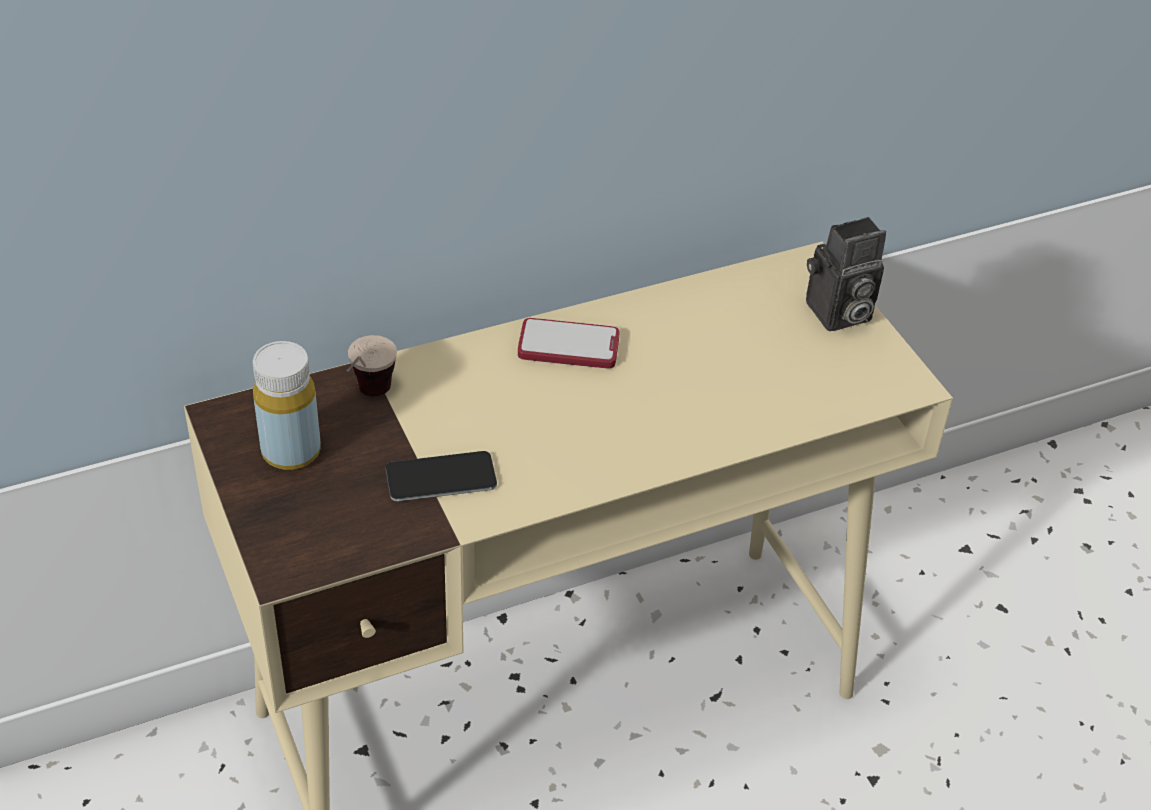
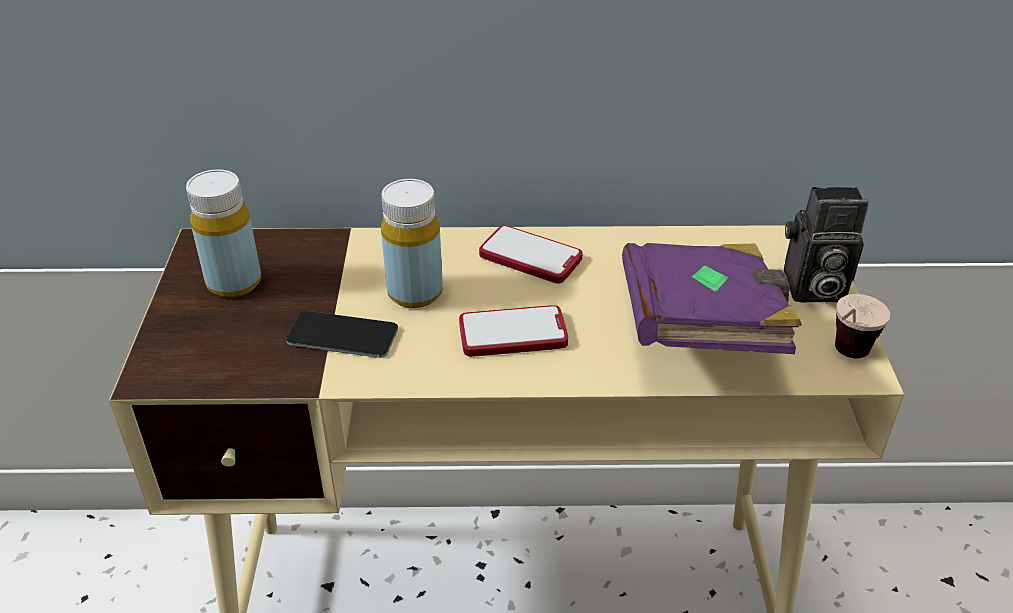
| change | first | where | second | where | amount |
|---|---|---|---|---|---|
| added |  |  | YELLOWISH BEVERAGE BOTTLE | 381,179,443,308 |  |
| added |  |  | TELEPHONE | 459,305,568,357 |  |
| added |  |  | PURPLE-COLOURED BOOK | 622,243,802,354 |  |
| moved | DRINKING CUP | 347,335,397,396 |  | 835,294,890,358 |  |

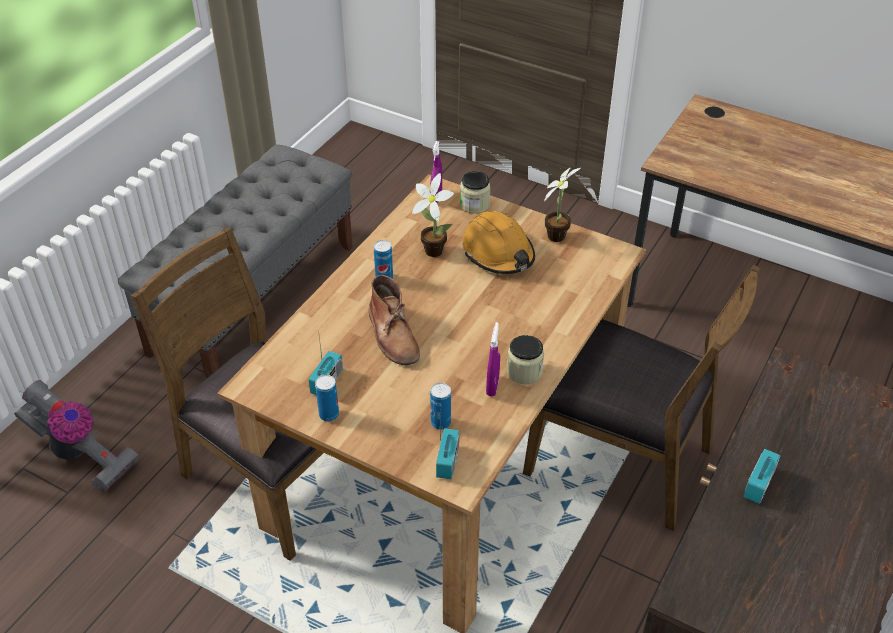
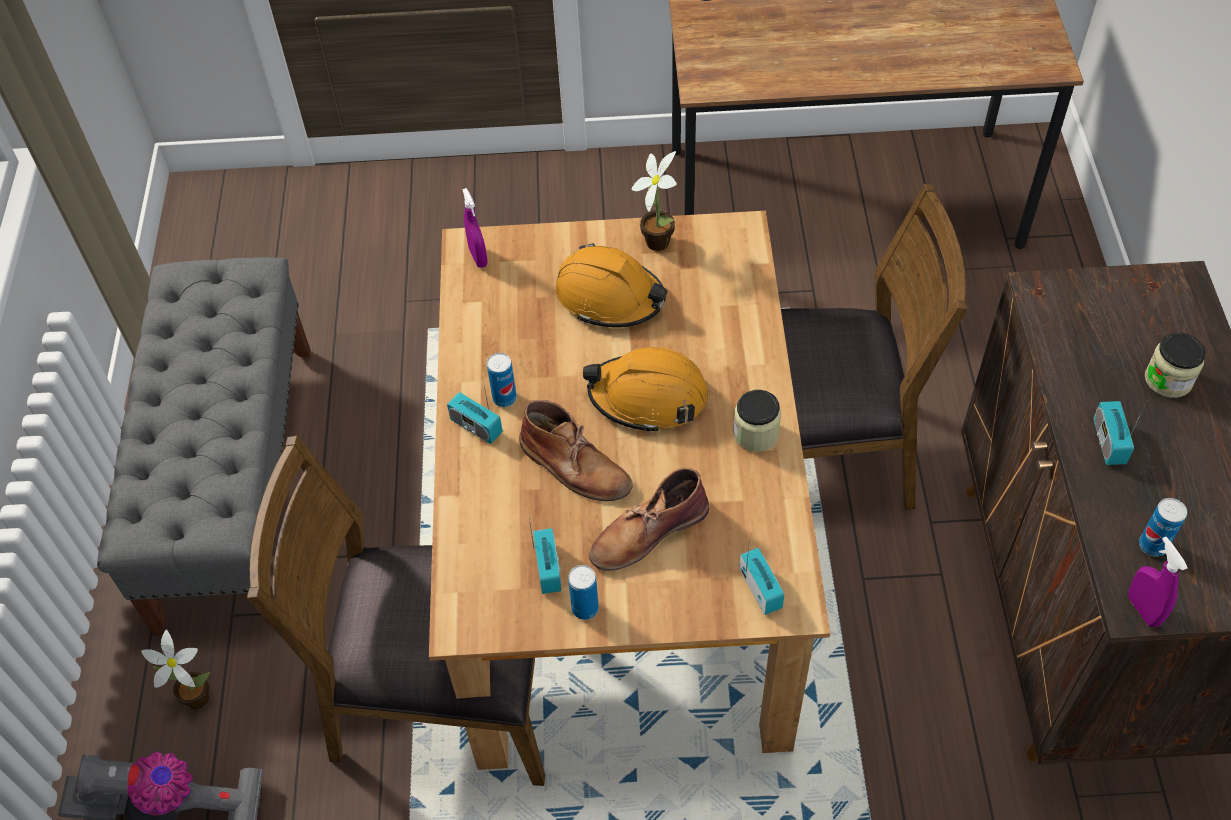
| change | first | where | second | where | amount |
|---|---|---|---|---|---|
| added |  |  | RADIO RECEIVER | 447,376,503,444 |  |
| added |  |  | ORANGEY SAFETY HELMET | 583,347,708,433 |  |
| added |  |  | BROWNISH BOOT | 589,468,709,571 |  |
| moved | PLANT IN A POT | 412,173,454,257 |  | 141,630,210,709 |  |
| moved | SEALED CAN | 430,383,451,430 |  | 1139,498,1187,557 |  |
| moved | PRESERVE JAR | 460,171,491,214 |  | 1145,333,1206,398 |  |
| moved | PURPLE-COLOURED SPRAYER | 486,322,500,397 |  | 1128,537,1188,628 |  |

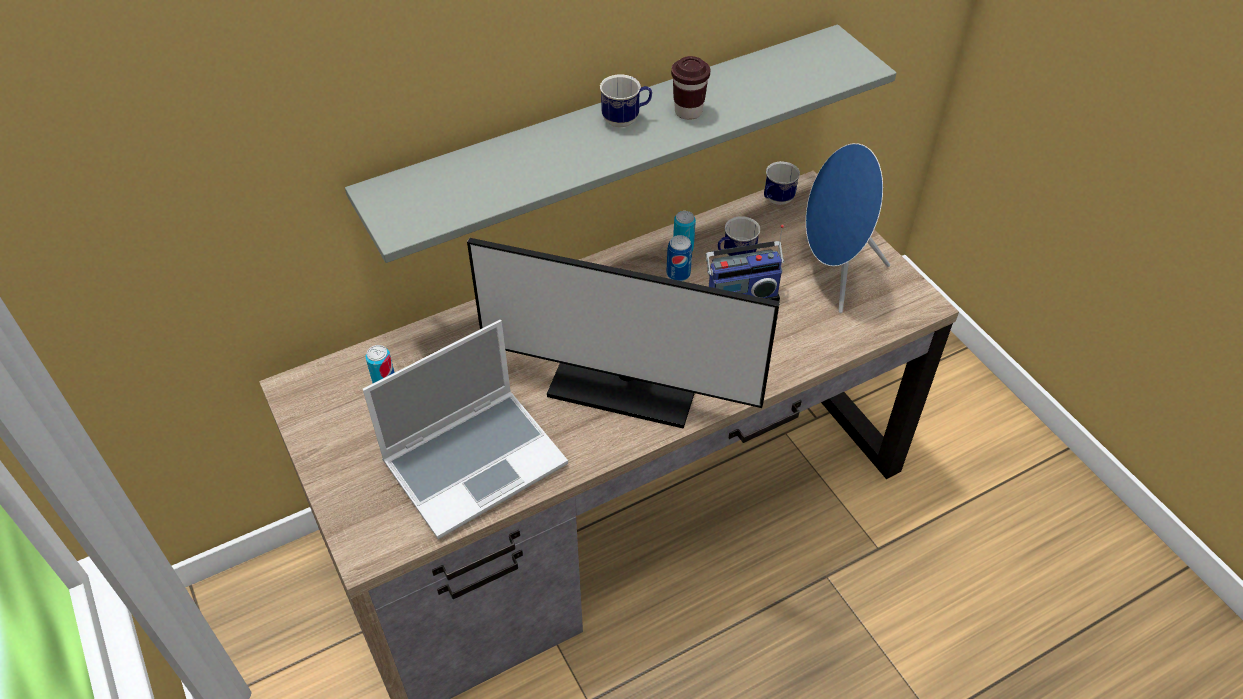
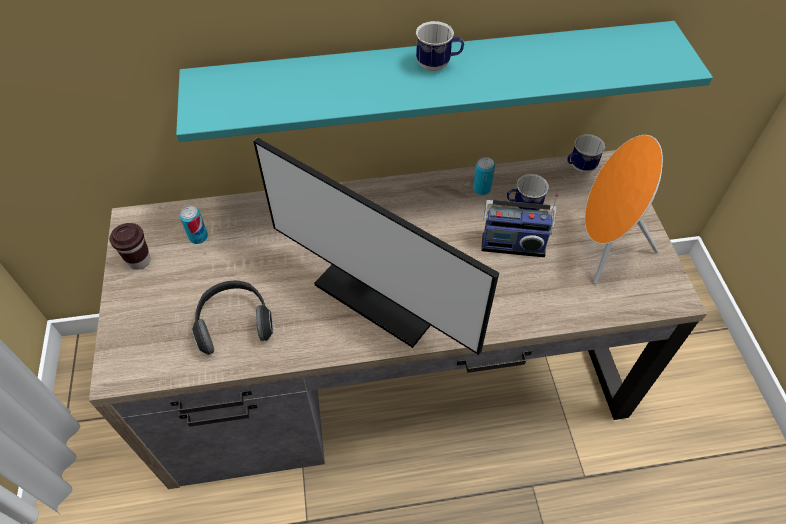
| change | first | where | second | where | amount |
|---|---|---|---|---|---|
| removed | SEALED CAN | 666,235,692,281 |  |  |  |
| moved | BROWNISH DRINKING CUP | 671,56,710,120 |  | 109,223,151,270 |  |
| replaced | PORTABLE COMPUTER | 363,320,568,539 | HEADSET | 192,281,273,355 |  |
| recoloured | GREYISH WALL SHELF | 345,25,897,263 | TURQUOISE-COLOURED WALL SHELF | 176,21,713,142 |  |
| recoloured | BLUISH SPEAKER | 806,143,890,313 | ORANGEY SPEAKER | 585,135,663,284 |  |

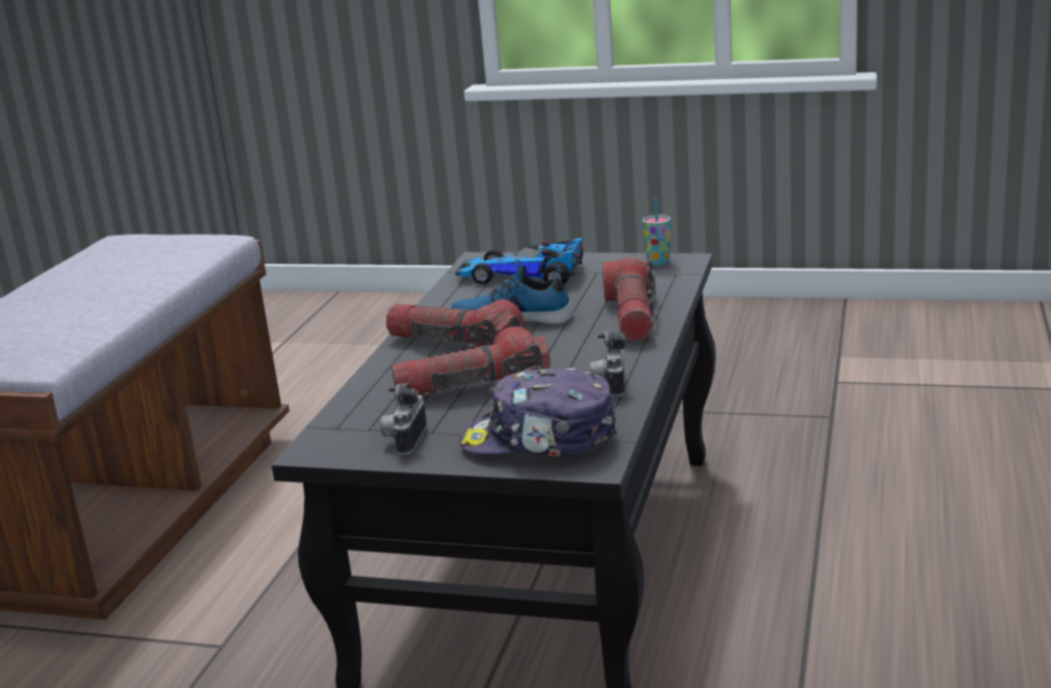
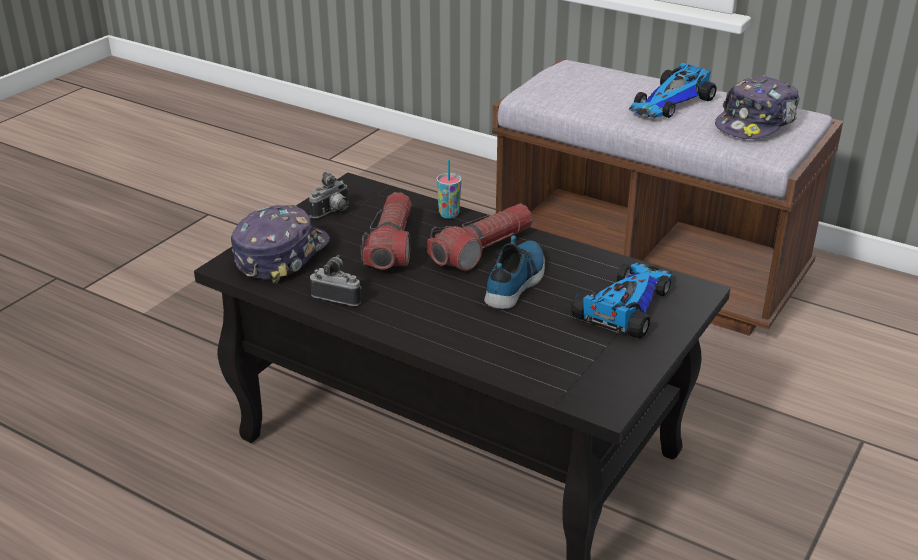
| change | first | where | second | where | amount |
|---|---|---|---|---|---|
| removed | TORCH | 602,257,655,341 |  |  |  |
| added |  |  | TOY CAR | 629,63,716,118 |  |
| added |  |  | CAP | 715,75,799,139 |  |
| moved | DRINKING CUP | 643,197,671,265 |  | 436,160,462,219 |  |
| turned | STILL CAMERA | 380,383,427,455 |  | 309,172,349,218 | 105 degrees clockwise |

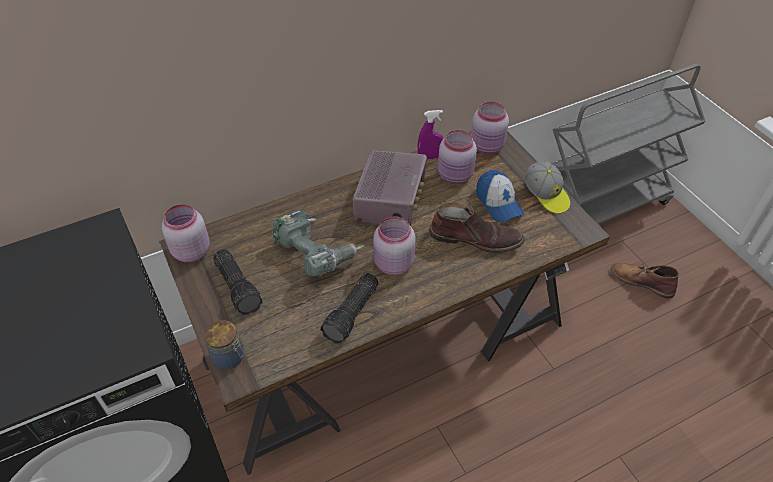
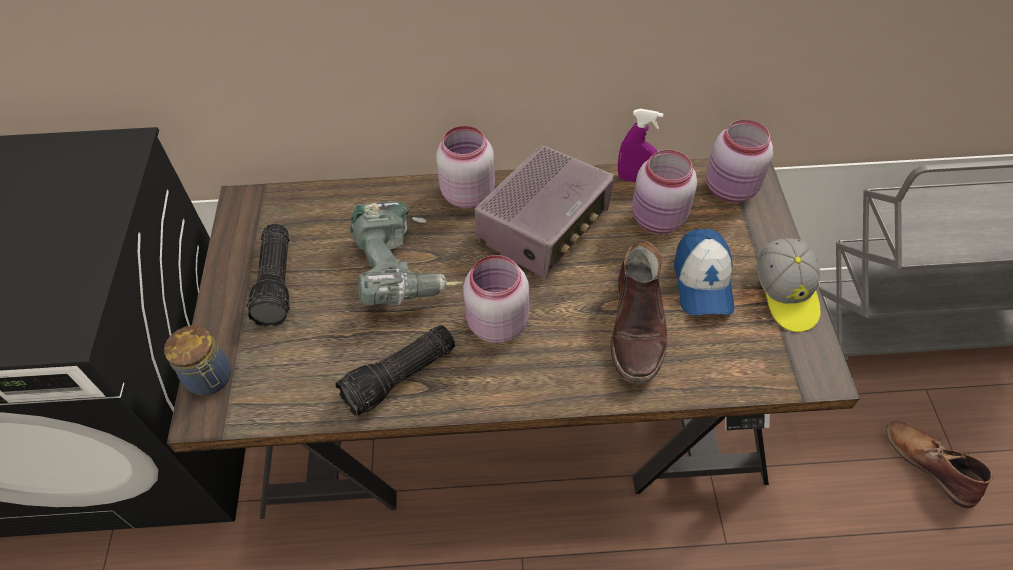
| change | first | where | second | where | amount |
|---|---|---|---|---|---|
| moved | PINKISH PRESERVE JAR | 162,204,210,262 |  | 436,126,495,208 |  |
| turned | BROWNISH BOOT | 429,202,525,253 |  | 611,240,667,384 | 60 degrees clockwise |

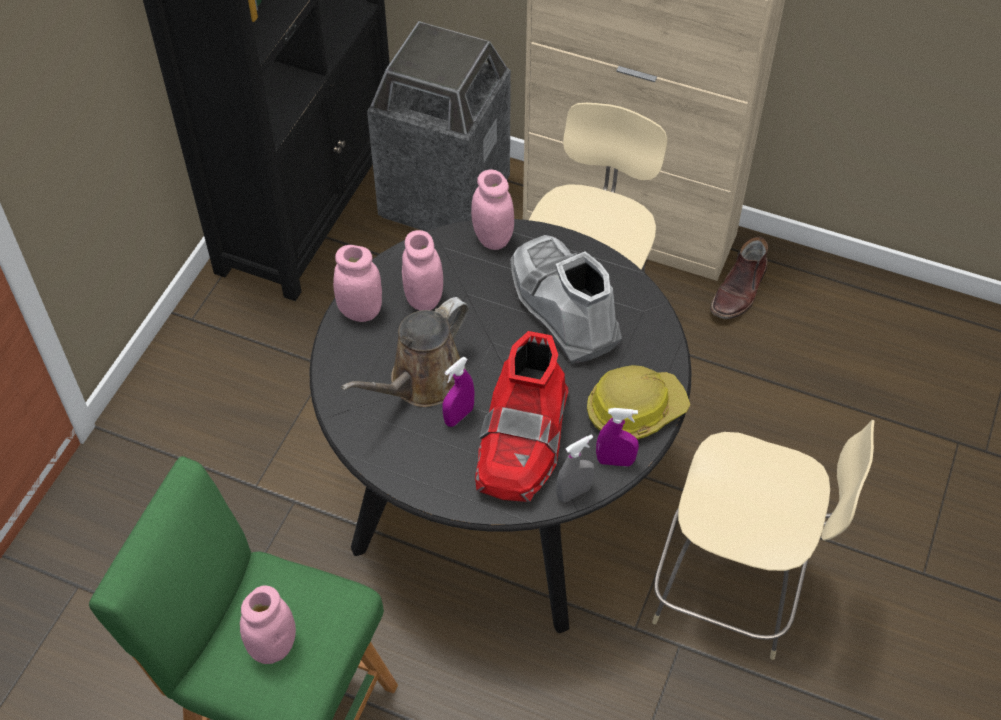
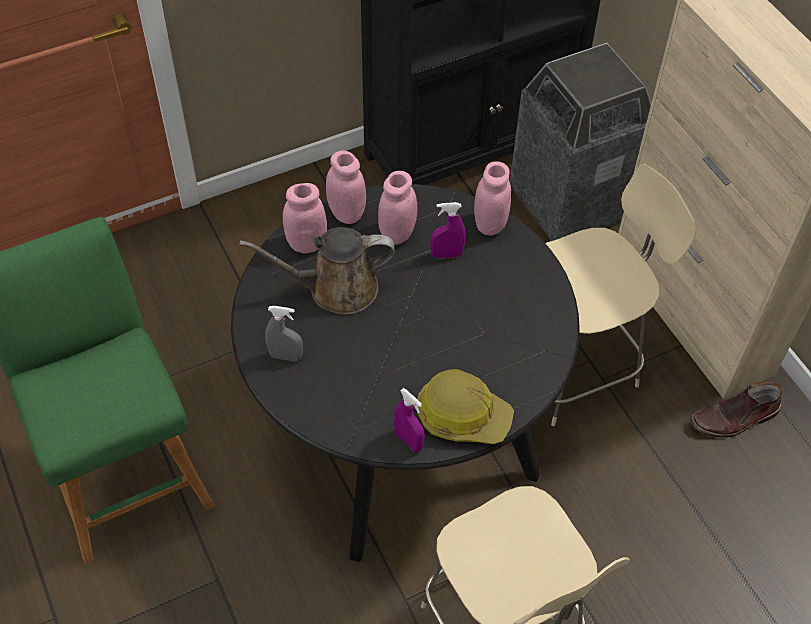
| change | first | where | second | where | amount |
|---|---|---|---|---|---|
| removed | REDDISH BOOT | 475,331,568,502 |  |  |  |
| removed | GREYISH BOOT | 510,235,622,364 |  |  |  |
| moved | PINKISH PRESERVE JAR | 240,585,296,664 |  | 283,183,327,253 |  |
| moved | PURPLE-COLOURED SPRAYER | 443,357,474,427 |  | 430,202,466,259 |  |
| moved | GREYISH SPRAYER | 556,435,594,503 |  | 265,306,303,361 |  |

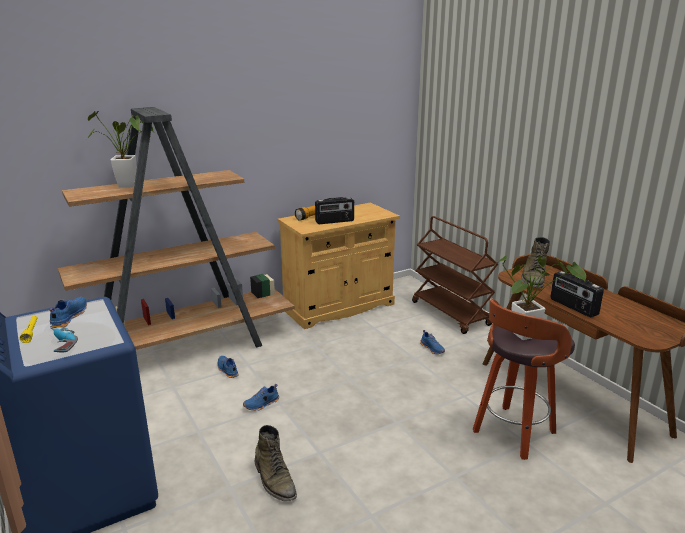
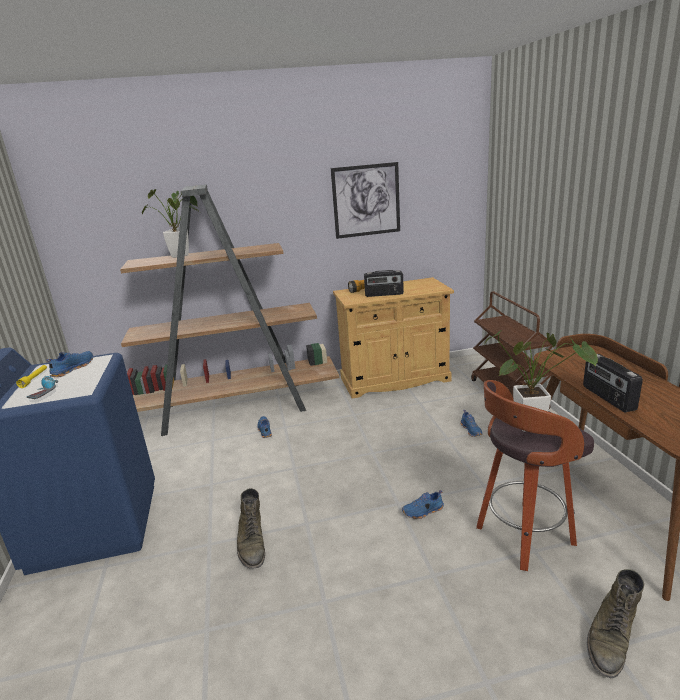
| change | first | where | second | where | amount |
|---|---|---|---|---|---|
| added |  |  | WALL PICTURE | 331,162,400,239 |  |
| moved | BLUISH ITEM OF FOOTWEAR | 243,384,279,411 |  | 402,490,444,519 |  |
| moved | GREEN BOOT | 521,237,550,288 |  | 586,569,644,678 |  |

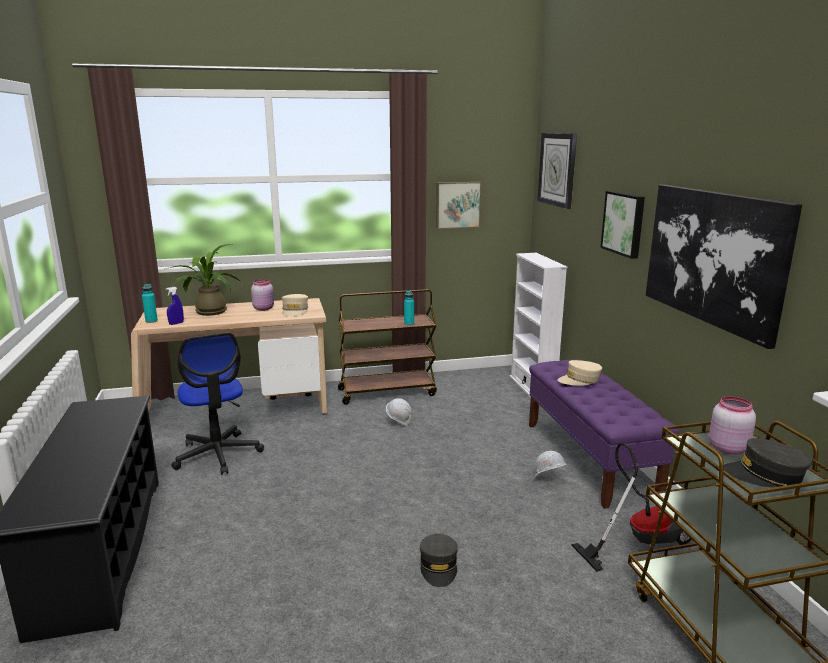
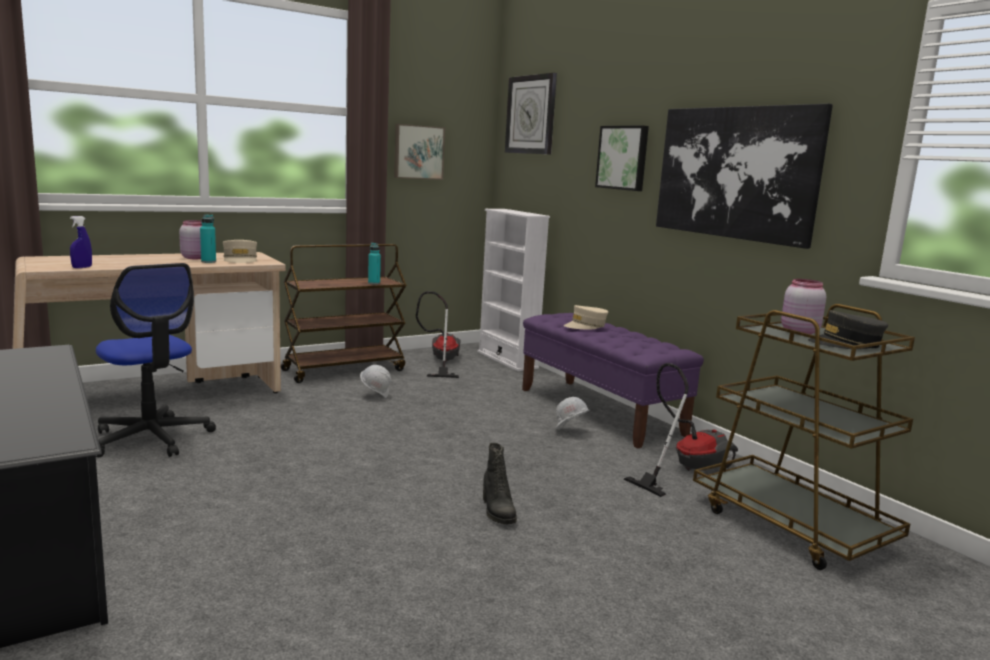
| change | first | where | second | where | amount |
|---|---|---|---|---|---|
| removed | PLANT IN A POT | 166,244,242,316 |  |  |  |
| added |  |  | HOOVER | 416,291,461,378 |  |
| moved | TURQUOISE-COLOURED BEVERAGE BOTTLE | 142,284,158,323 |  | 200,214,216,263 |  |
| replaced | GREYISH CAP | 420,534,458,587 | BLACK BOOT | 483,443,517,524 |  |

